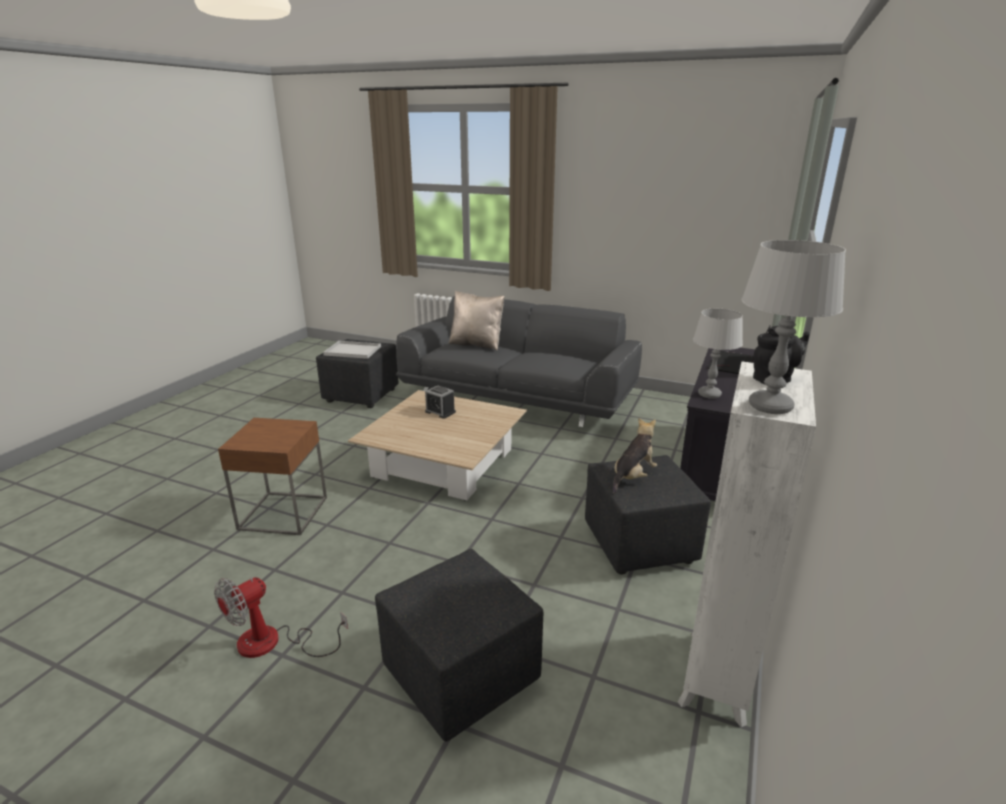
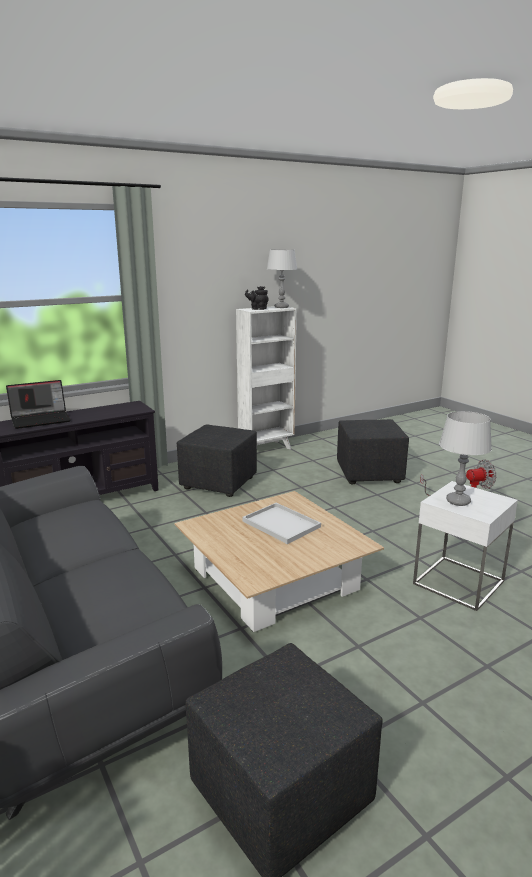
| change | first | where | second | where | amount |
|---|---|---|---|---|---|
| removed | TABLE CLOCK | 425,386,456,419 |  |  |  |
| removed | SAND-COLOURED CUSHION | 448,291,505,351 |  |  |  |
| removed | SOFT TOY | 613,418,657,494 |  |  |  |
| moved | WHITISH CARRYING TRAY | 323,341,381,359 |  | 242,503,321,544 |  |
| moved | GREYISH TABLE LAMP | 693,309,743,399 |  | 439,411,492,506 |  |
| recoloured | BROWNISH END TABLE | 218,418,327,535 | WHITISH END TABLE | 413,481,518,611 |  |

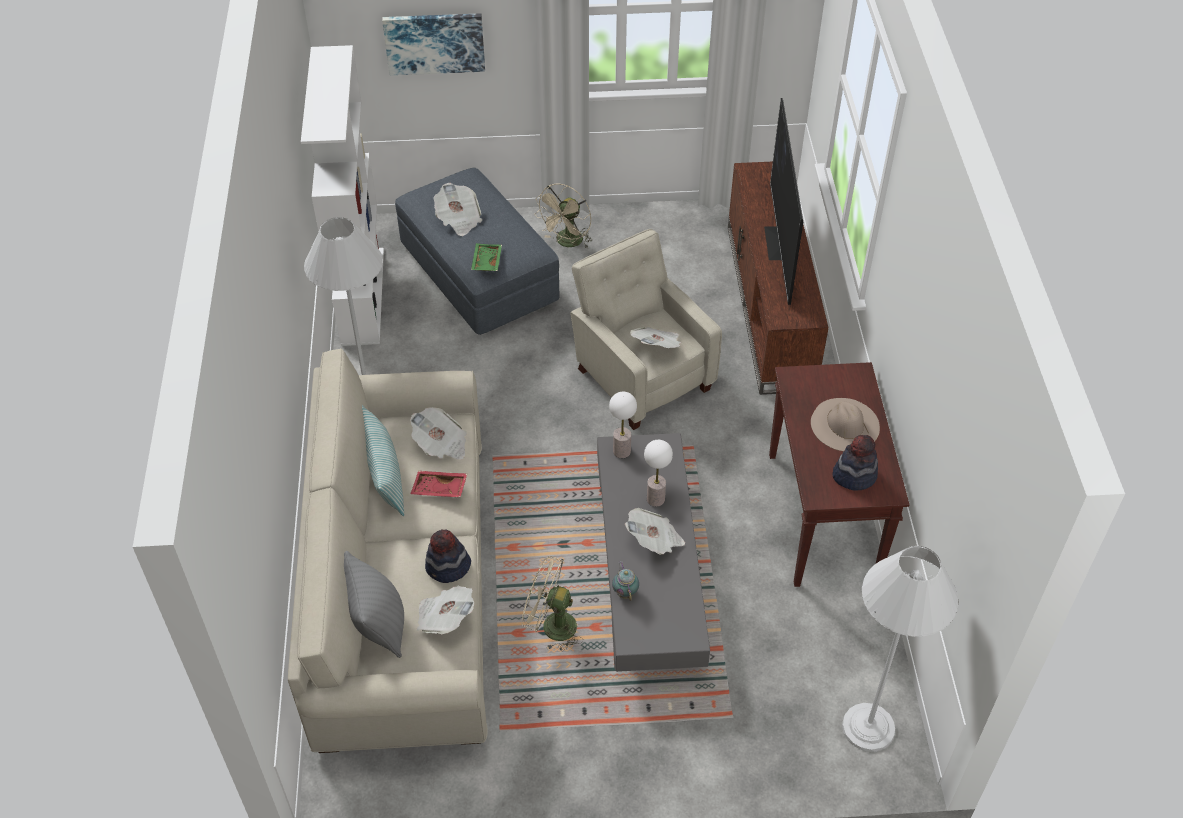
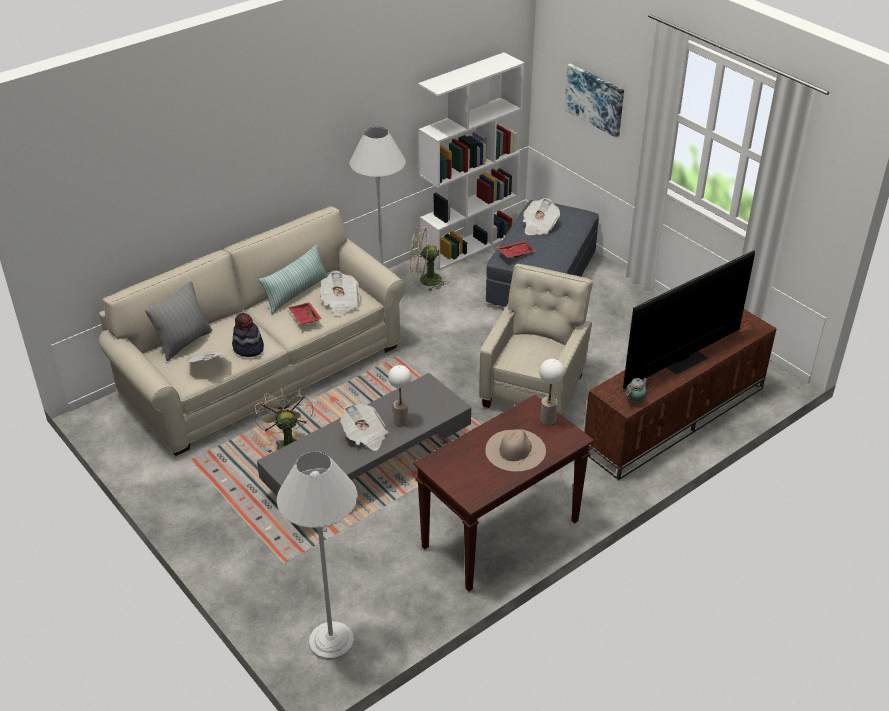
| change | first | where | second | where | amount |
|---|---|---|---|---|---|
| removed | DAILY PAPER | 630,327,681,348 |  |  |  |
| removed | CLOTHING HAT | 833,435,878,491 |  |  |  |
| moved | SAND-COLOURED FAN | 535,183,592,249 |  | 410,227,448,291 |  |
| moved | TABLE LAMP | 609,392,637,458 |  | 539,359,564,425 |  |
| moved | POT FOR TEA | 612,561,639,601 |  | 626,377,648,403 |  |
| recoloured | GREEN CARRYING TRAY | 471,243,502,271 | REDDISH CARRYING TRAY | 496,241,536,258 |  |

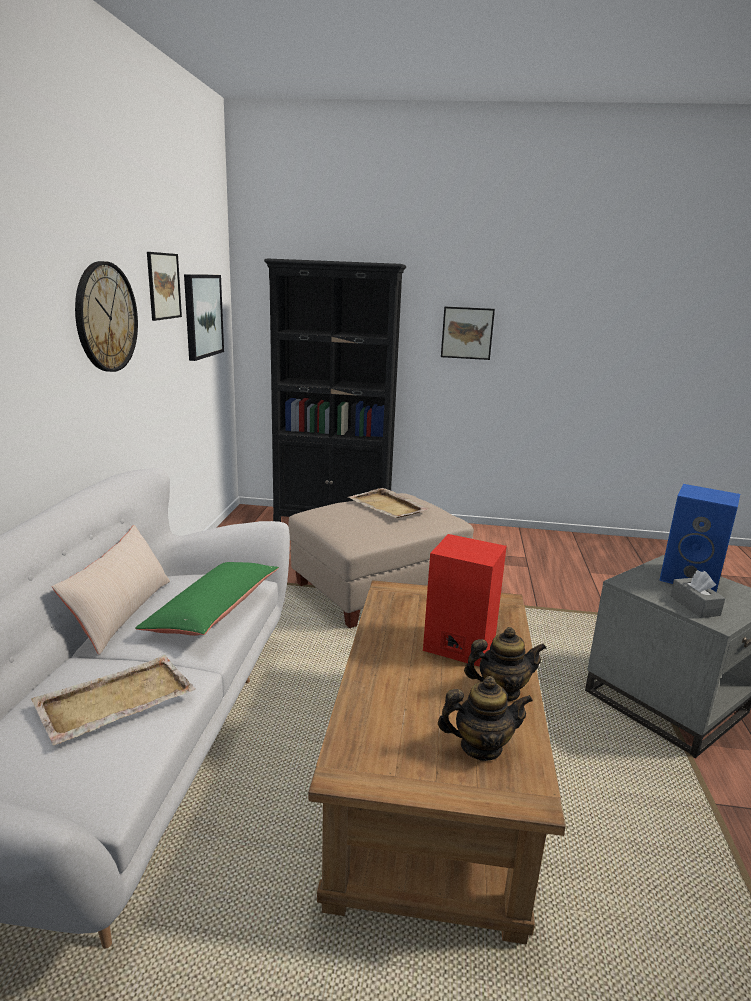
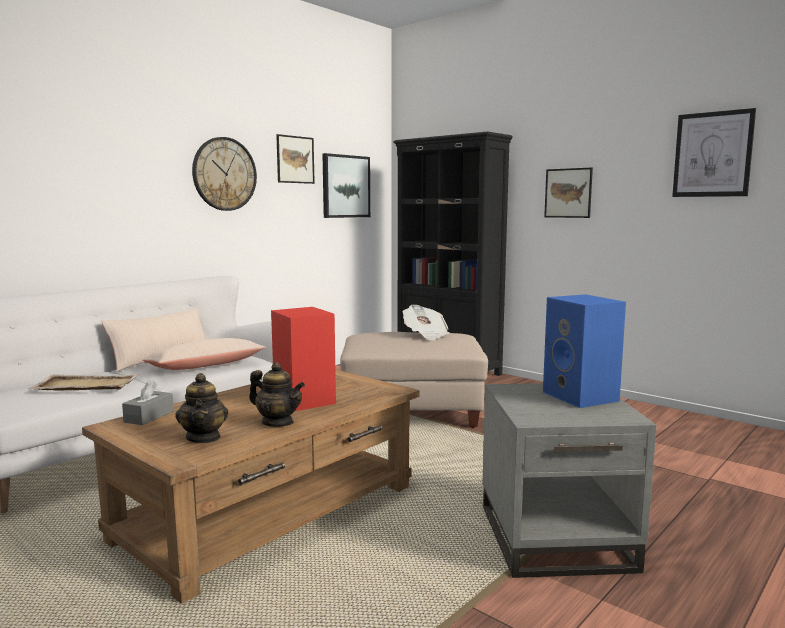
| change | first | where | second | where | amount |
|---|---|---|---|---|---|
| added |  |  | WALL PICTURE | 672,108,756,197 |  |
| moved | GREYISH TISSUE BOX | 670,570,725,618 |  | 122,380,174,425 |  |
| replaced | SAND-COLOURED CARRYING TRAY | 348,488,430,518 | DAILY PAPER | 403,305,450,340 |  |
| recoloured | GREEN CUSHION | 135,562,279,636 | SAND-COLOURED CUSHION | 143,338,266,370 |  |
| turned | POT FOR TEA | 438,676,533,761 |  | 175,373,228,443 | 45 degrees clockwise |

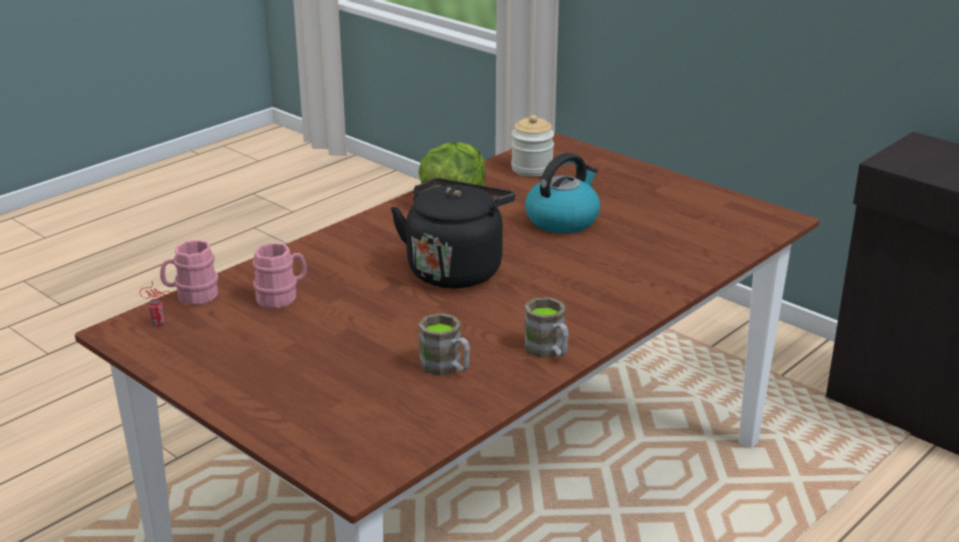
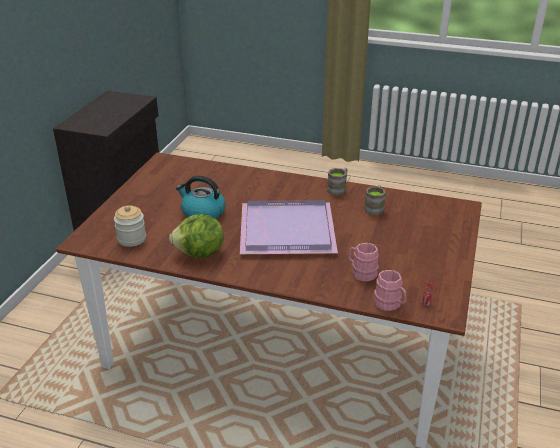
| change | first | where | second | where | amount |
|---|---|---|---|---|---|
| replaced | BLACK WATER KETTLE | 391,178,515,288 | PURPLE-COLOURED CARRYING TRAY | 240,200,338,254 |  |

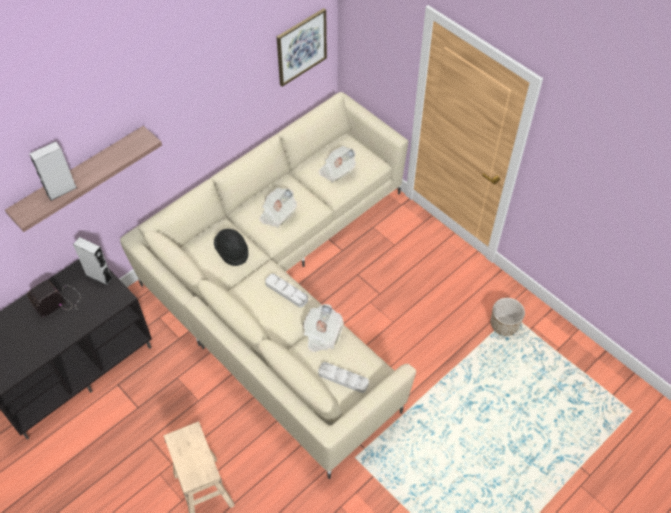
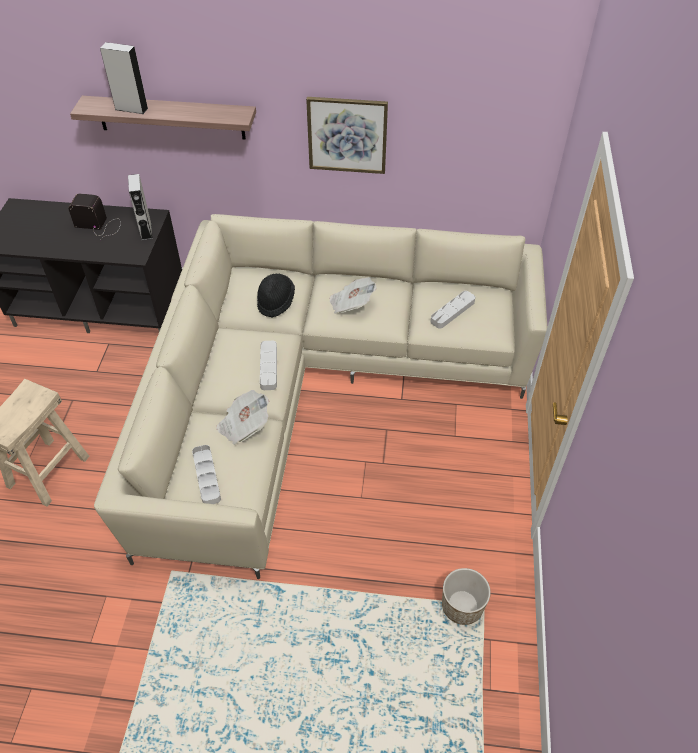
| change | first | where | second | where | amount |
|---|---|---|---|---|---|
| moved | WALL PICTURE | 277,8,327,87 |  | 306,97,388,174 |  |
| replaced | DAILY PAPER | 318,146,356,183 | GREYISH CARRYING TRAY | 430,291,475,329 |  |

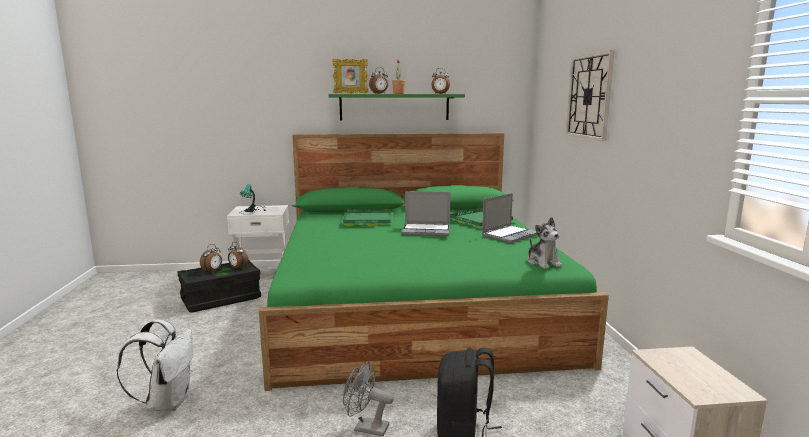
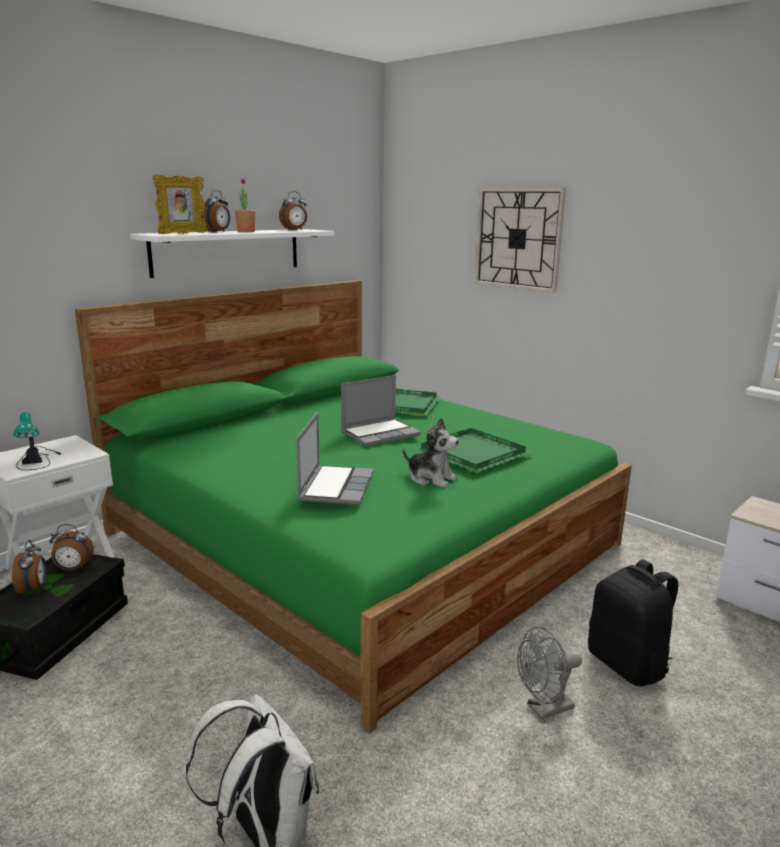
| change | first | where | second | where | amount |
|---|---|---|---|---|---|
| moved | GREEN CARRYING TRAY | 340,210,394,226 |  | 415,428,532,473 |  |
| moved | PORTABLE COMPUTER | 482,193,537,243 |  | 296,412,374,505 |  |
| moved | SOFT TOY | 527,217,562,269 |  | 403,418,459,488 |  |
| recoloured | GREEN WALL SHELF | 328,94,465,121 | WHITISH WALL SHELF | 130,229,334,278 |  |

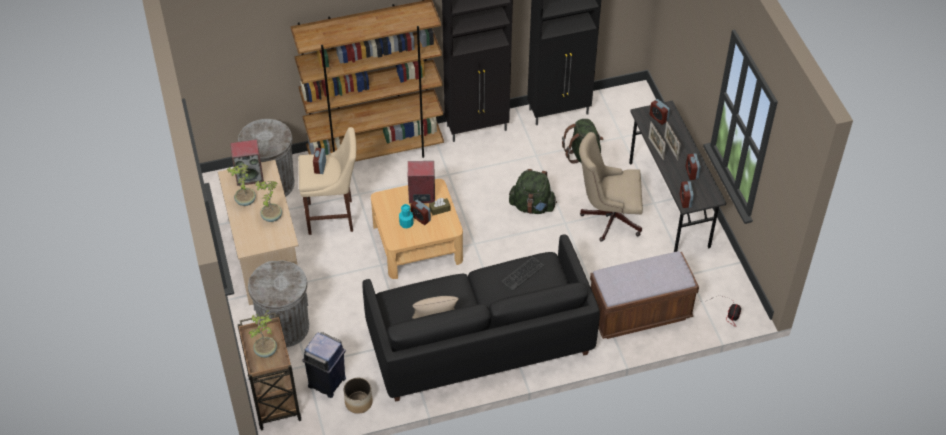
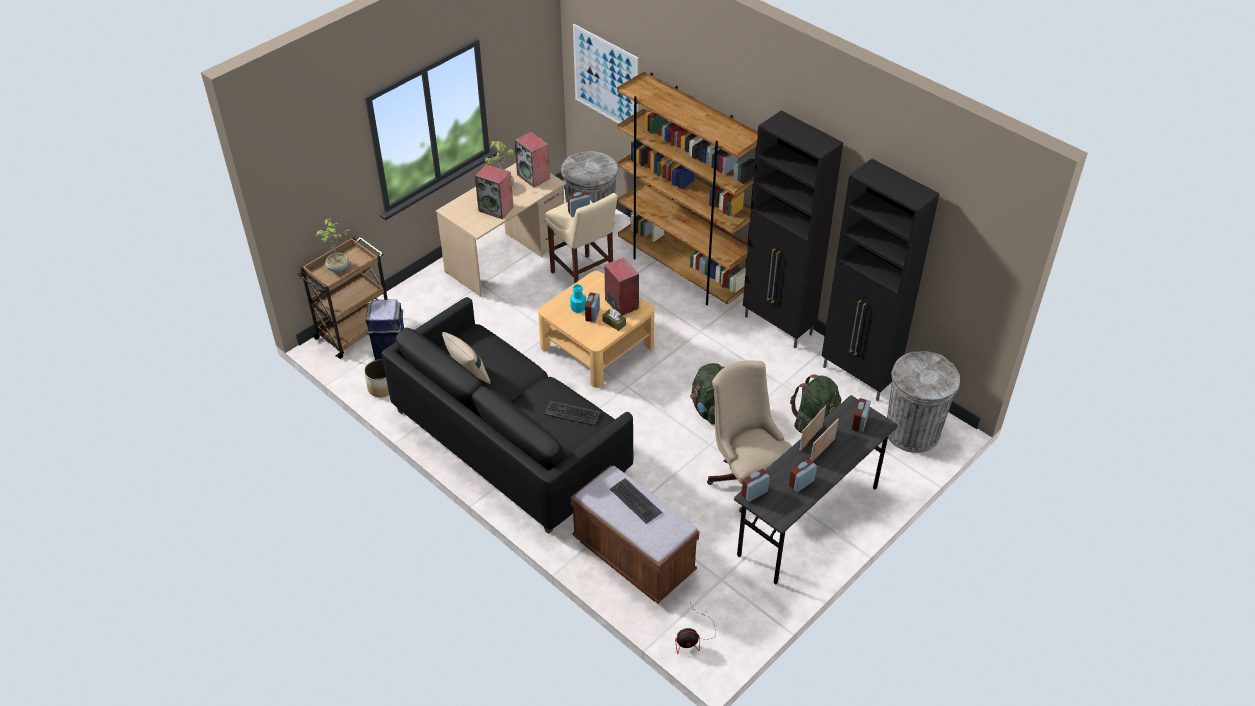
| change | first | where | second | where | amount |
|---|---|---|---|---|---|
| added |  |  | WALL PICTURE | 573,24,638,124 |  |
| added |  |  | PC KEYBOARD | 610,478,662,524 |  |
| moved | GREYISH TRASH CAN | 248,260,309,347 |  | 887,351,960,453 |  |
| replaced | PLANT IN A POT | 255,181,282,222 | SPEAKER | 475,164,513,219 |  |

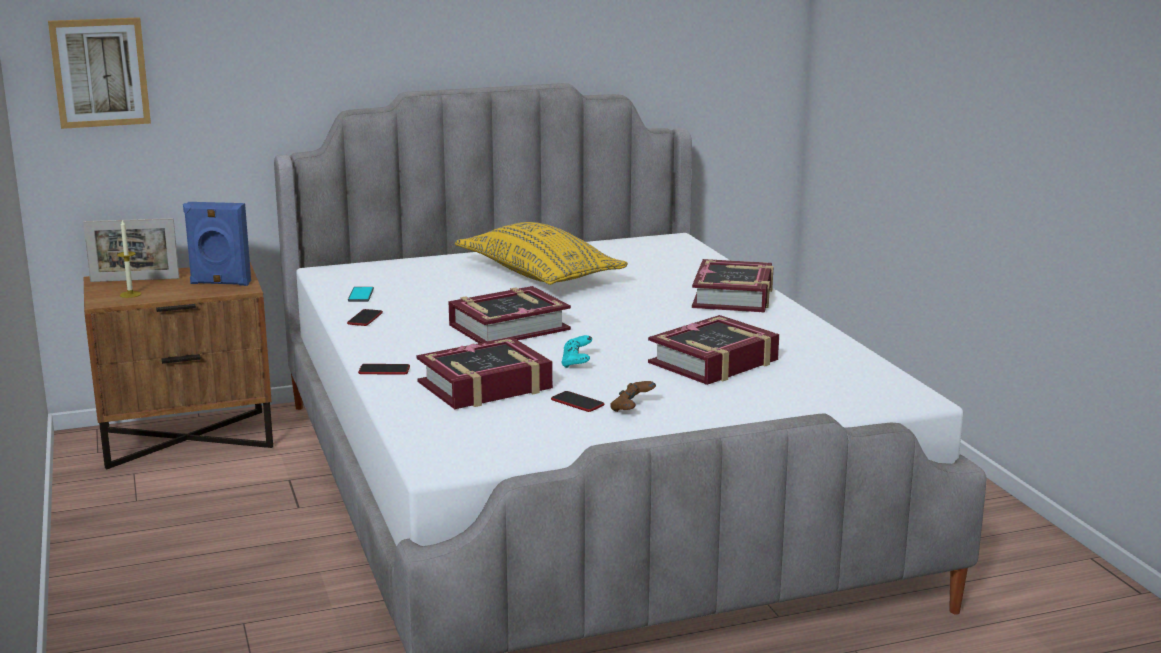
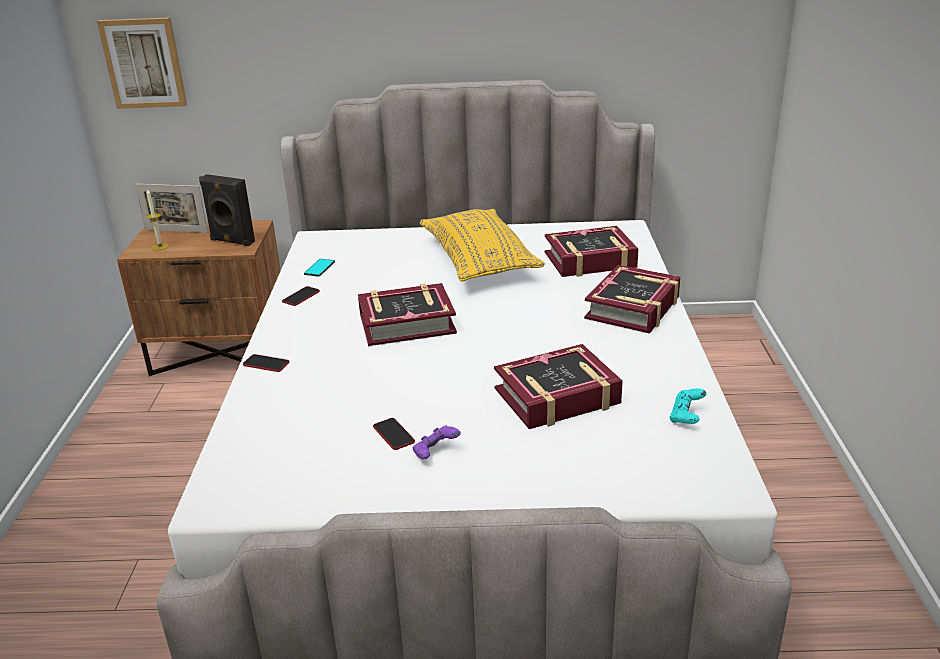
| change | first | where | second | where | amount |
|---|---|---|---|---|---|
| moved | BOOK | 416,337,553,409 |  | 545,226,639,277 |  |
| moved | TURQUOISE-COLOURED GAMEPAD | 561,335,592,368 |  | 670,389,707,424 |  |
| recoloured | BLUISH SPEAKER | 183,202,251,286 | BLACK SPEAKER | 199,174,255,246 |  |
| recoloured | BROWNISH GAMEPAD | 610,381,656,412 | PURPLE-COLOURED GAMEPAD | 412,425,461,459 |  |

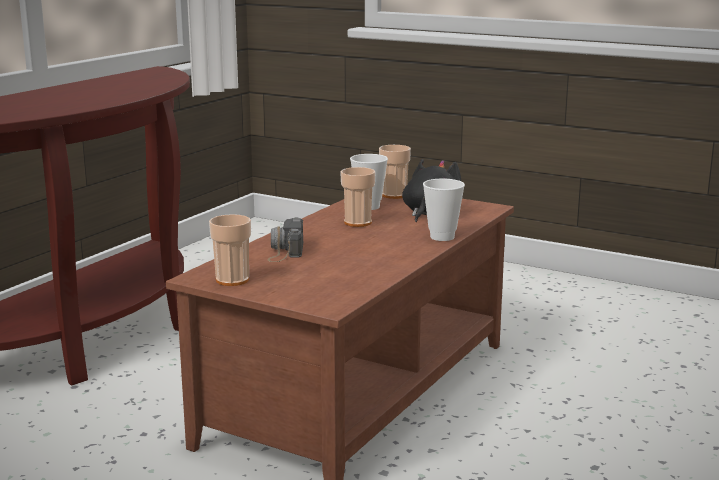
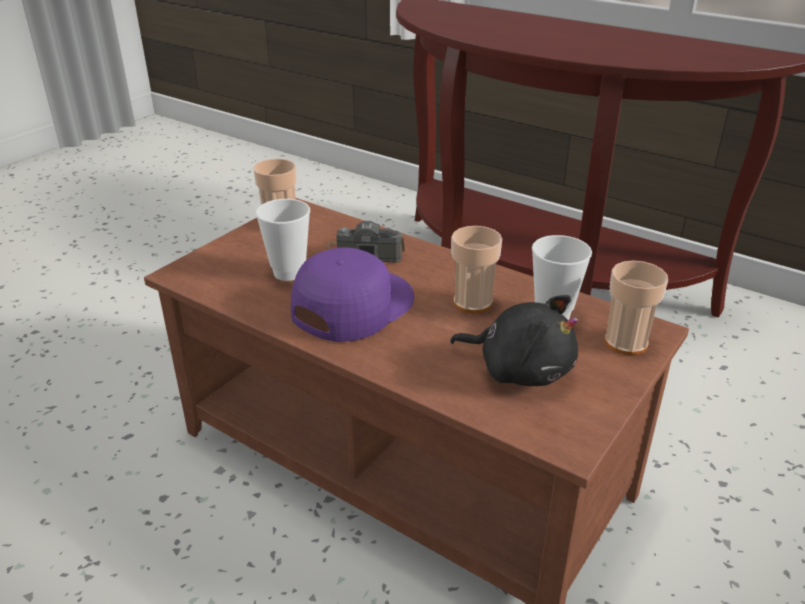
| change | first | where | second | where | amount |
|---|---|---|---|---|---|
| added |  |  | PURPLE-COLOURED CAP | 291,247,414,342 |  |
| moved | DRINKING CUP | 423,178,465,241 |  | 256,199,310,281 |  |

